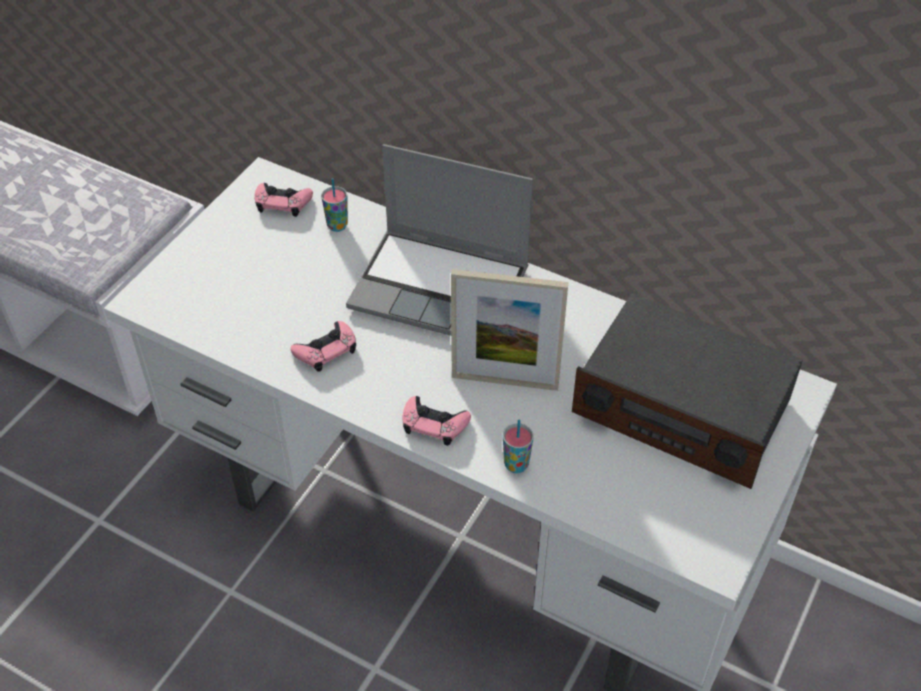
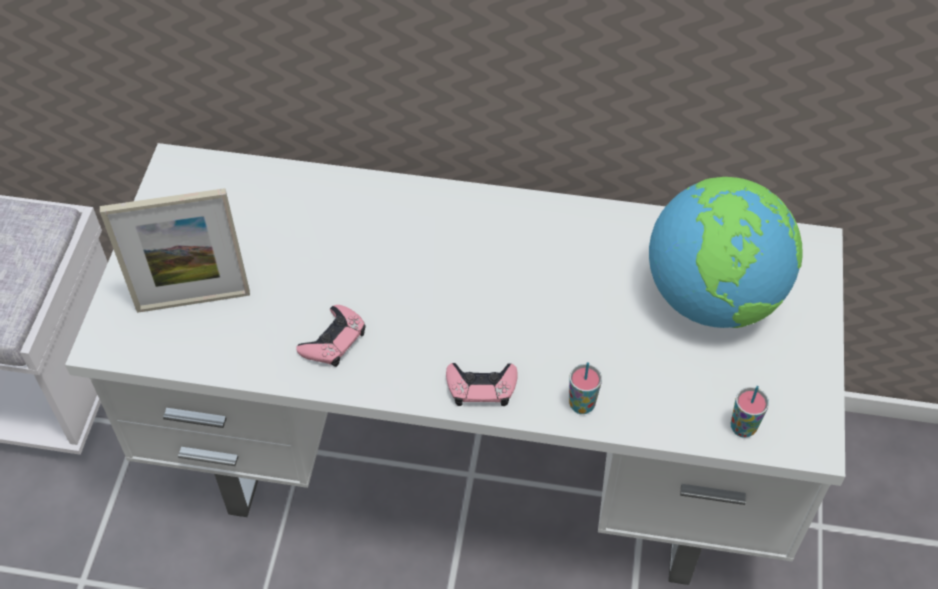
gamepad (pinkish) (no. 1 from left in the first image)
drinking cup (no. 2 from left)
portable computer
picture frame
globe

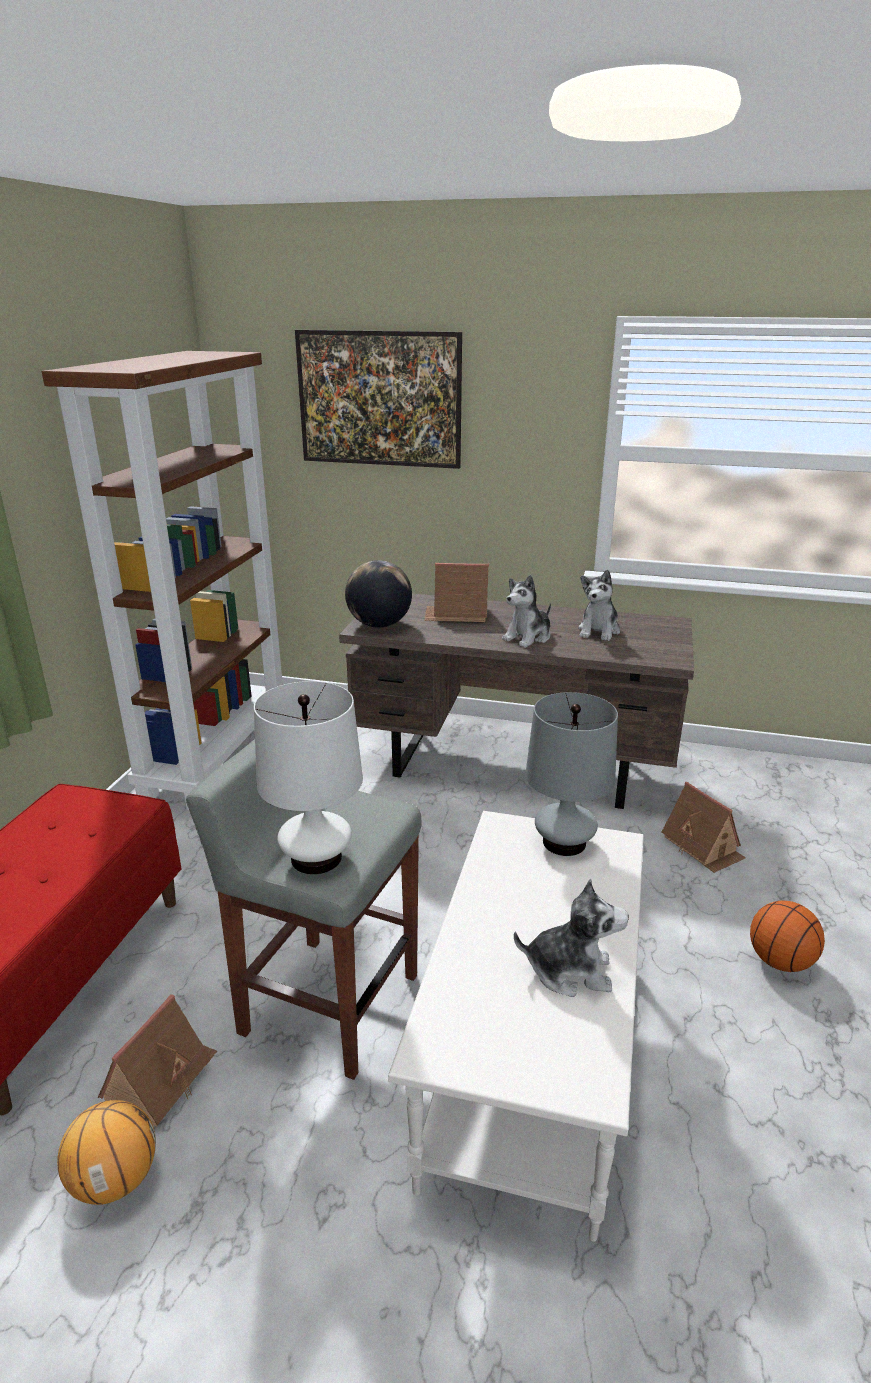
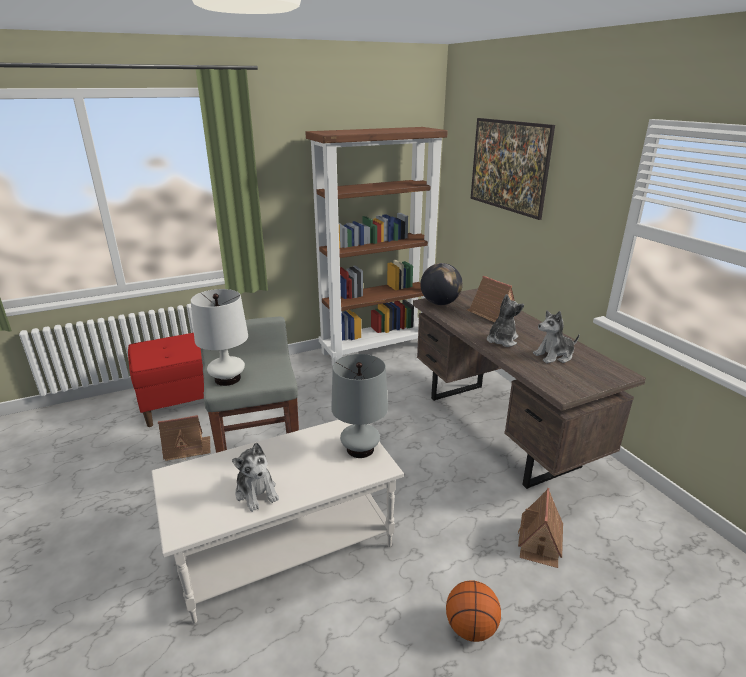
ball for basketball (no. 1 from left in the first image)
cuddly toy (no. 2 from left)

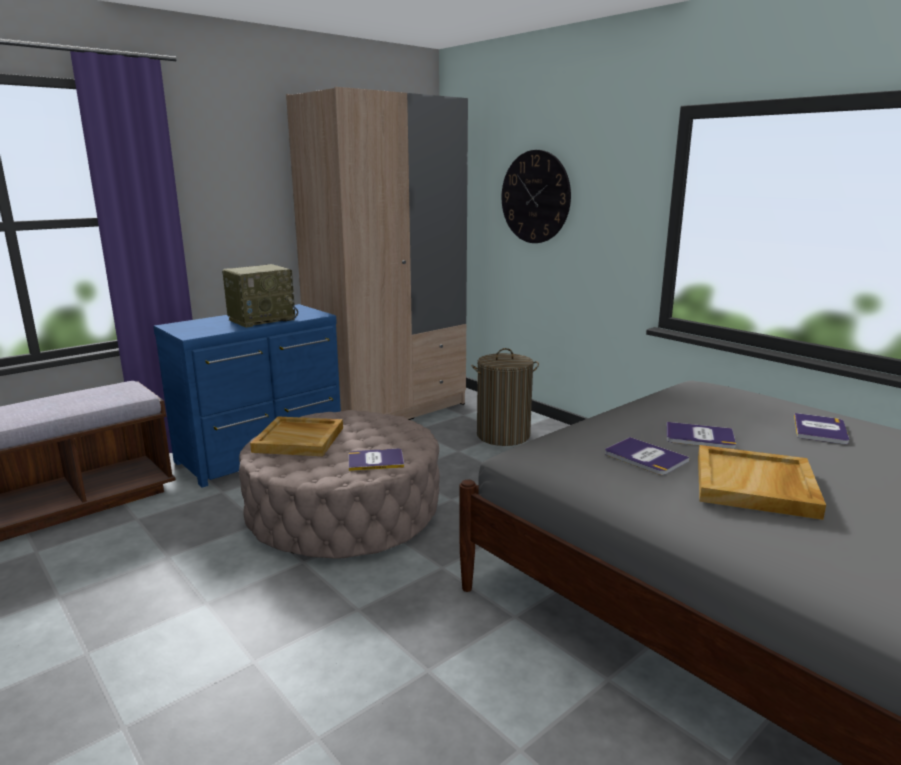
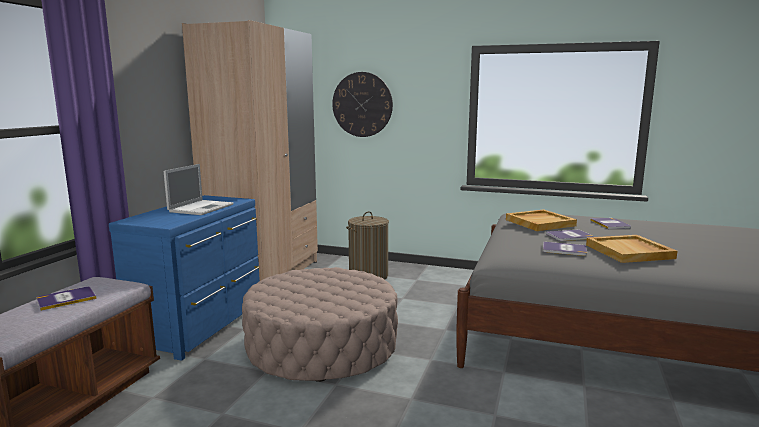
portable computer
serving tray (beige-coloured) (no. 1 from left)
volume (no. 1 from left)

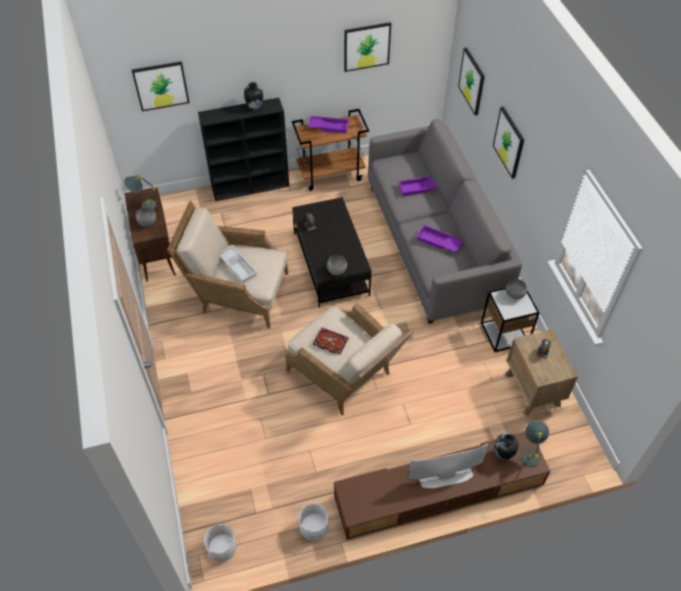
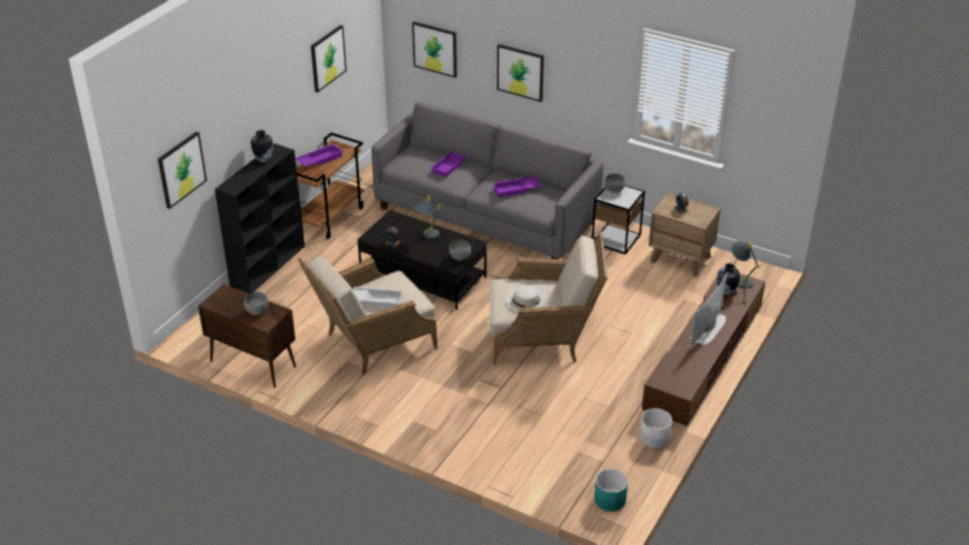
table lamp (gray) (no. 1 from left)
plant pot (turquoise-coloured)
hat (white-coloured)

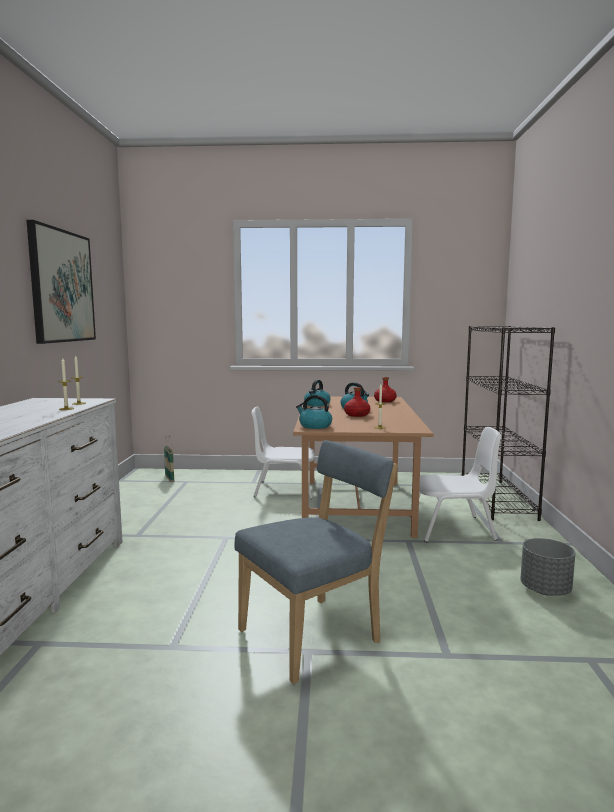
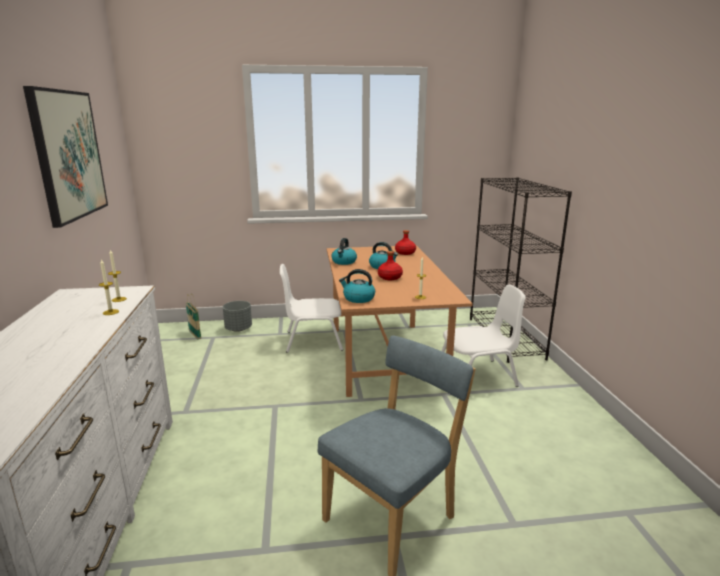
plant pot (gray)

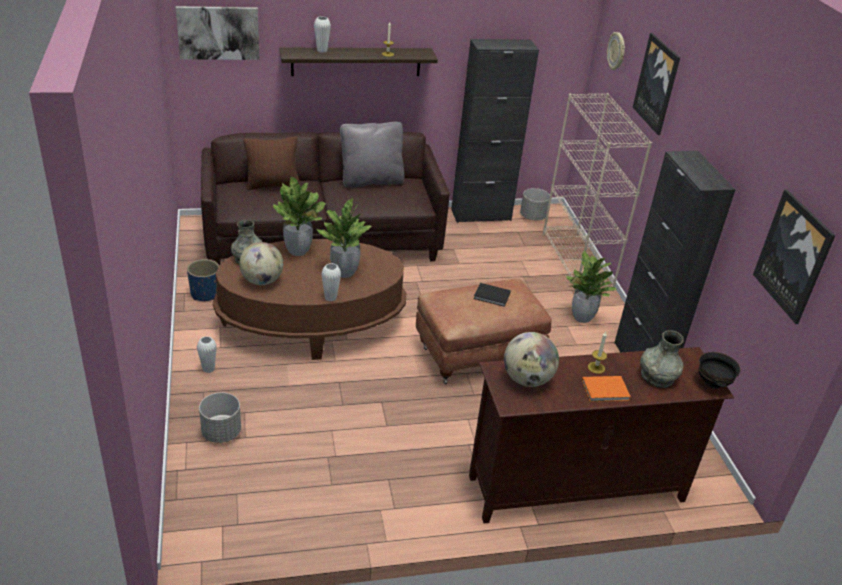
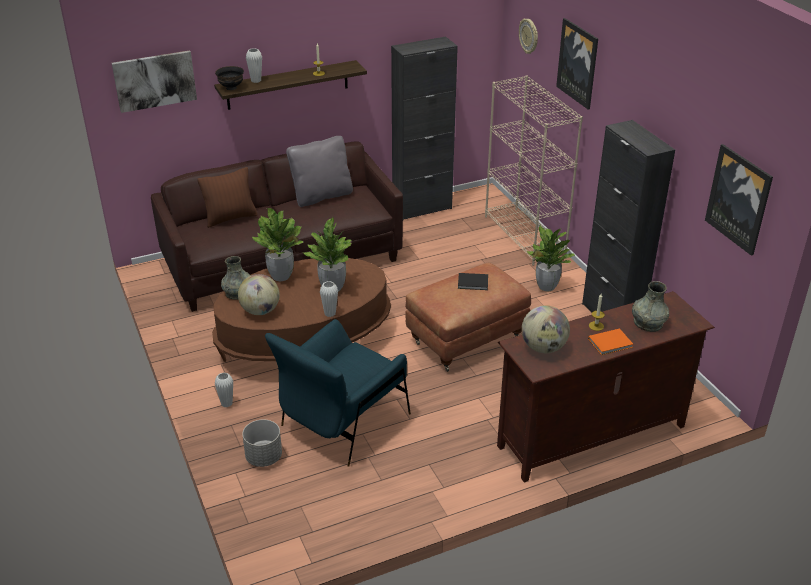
plant pot (blue-coloured)
plant pot (gray) (no. 2 from left in the first image)
bowl (black-coloured)
lounge chair (blue-coloured)

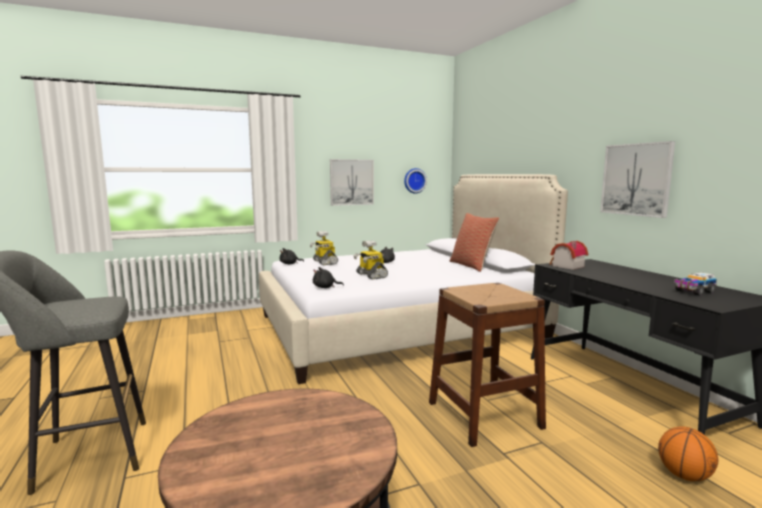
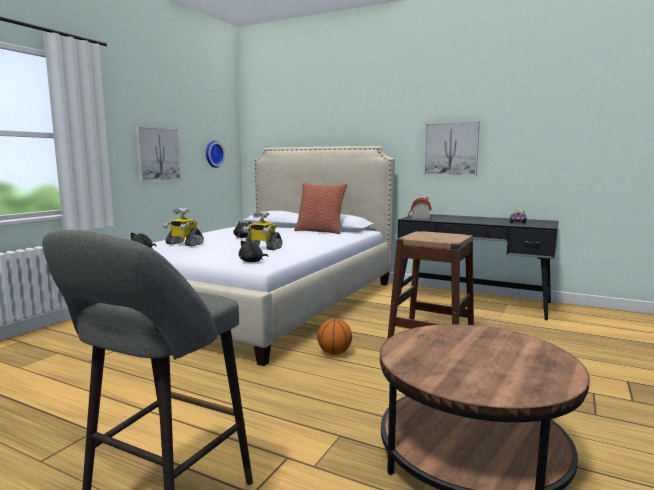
ball for basketball

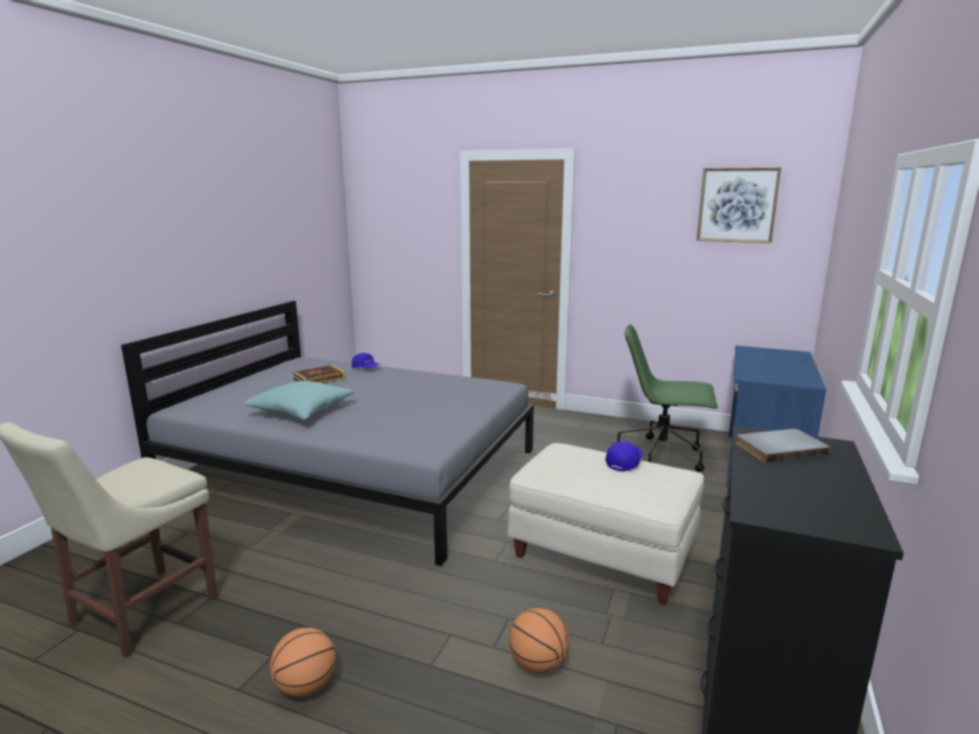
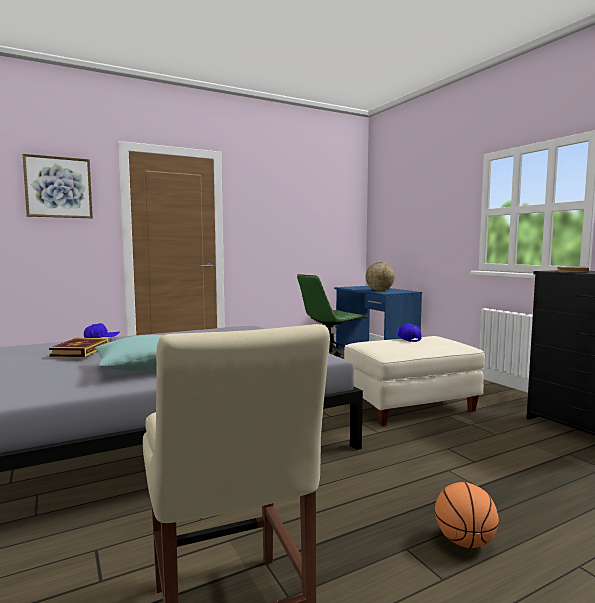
ball for basketball (no. 2 from left in the first image)
picture
globe

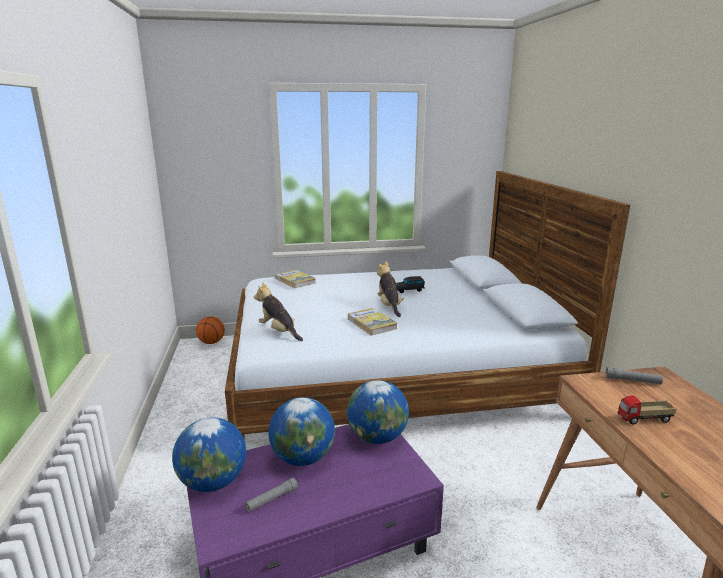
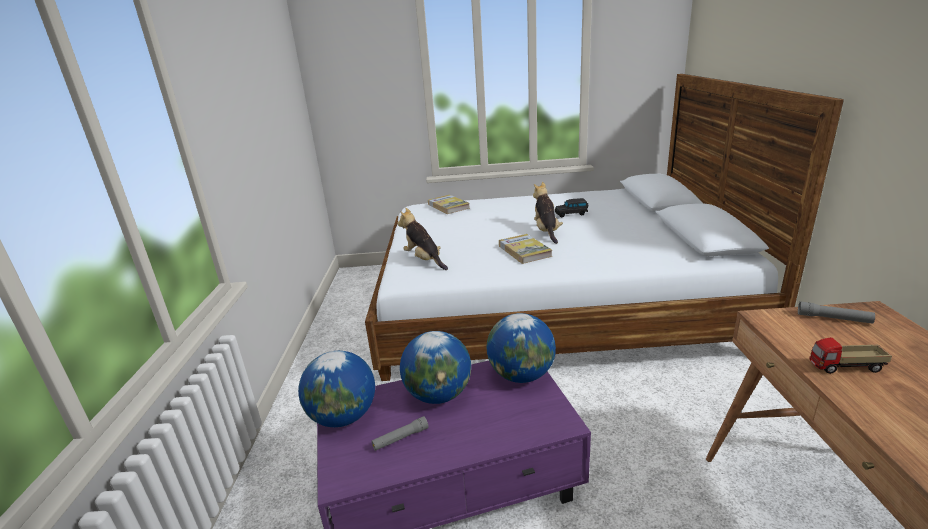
ball for basketball

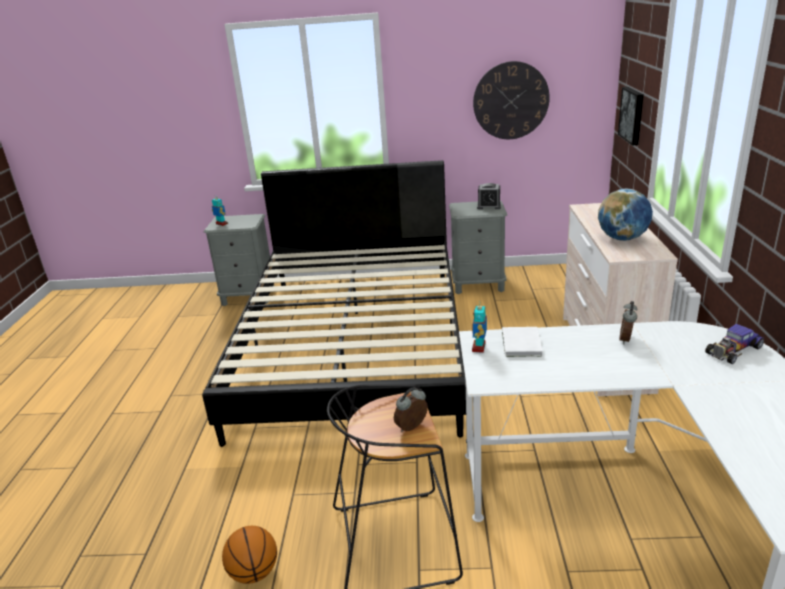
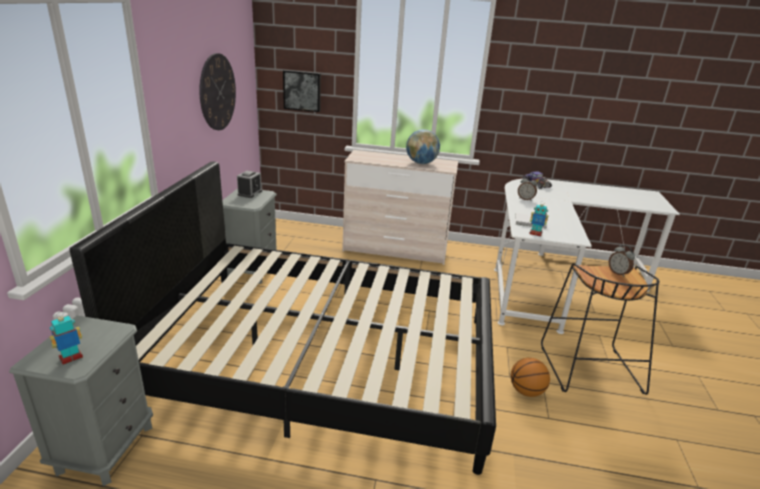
ball for basketball

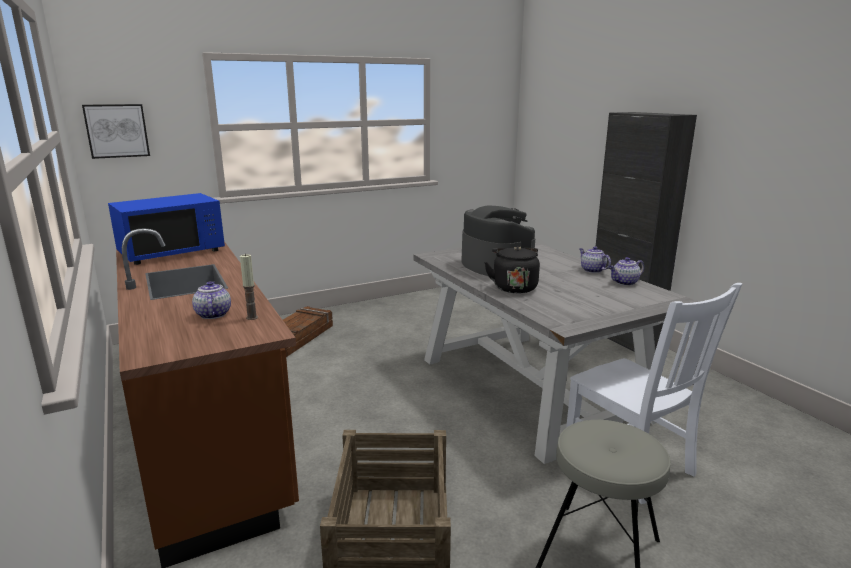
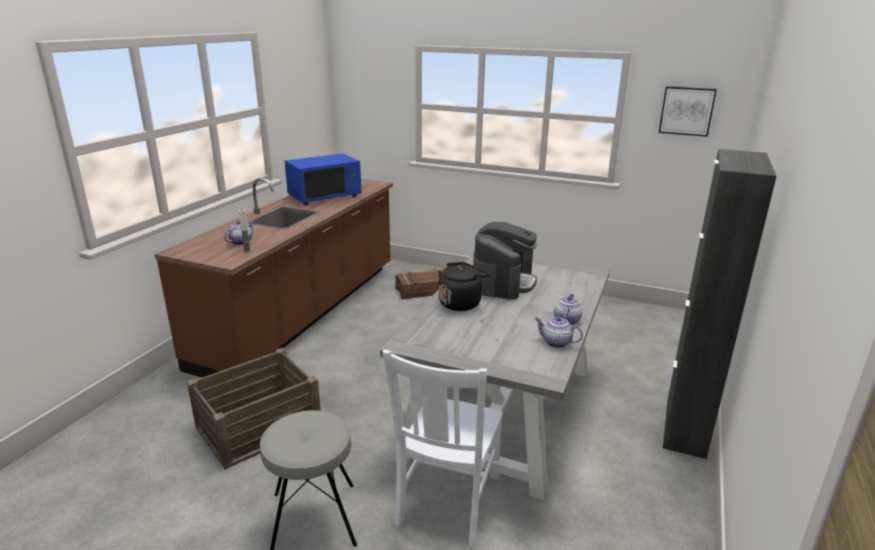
picture
microwave (blue-coloured)

